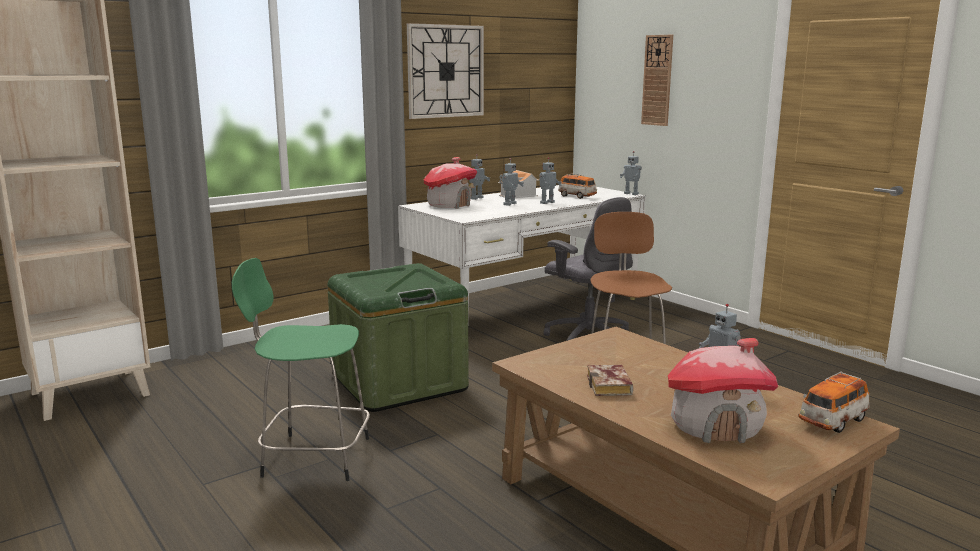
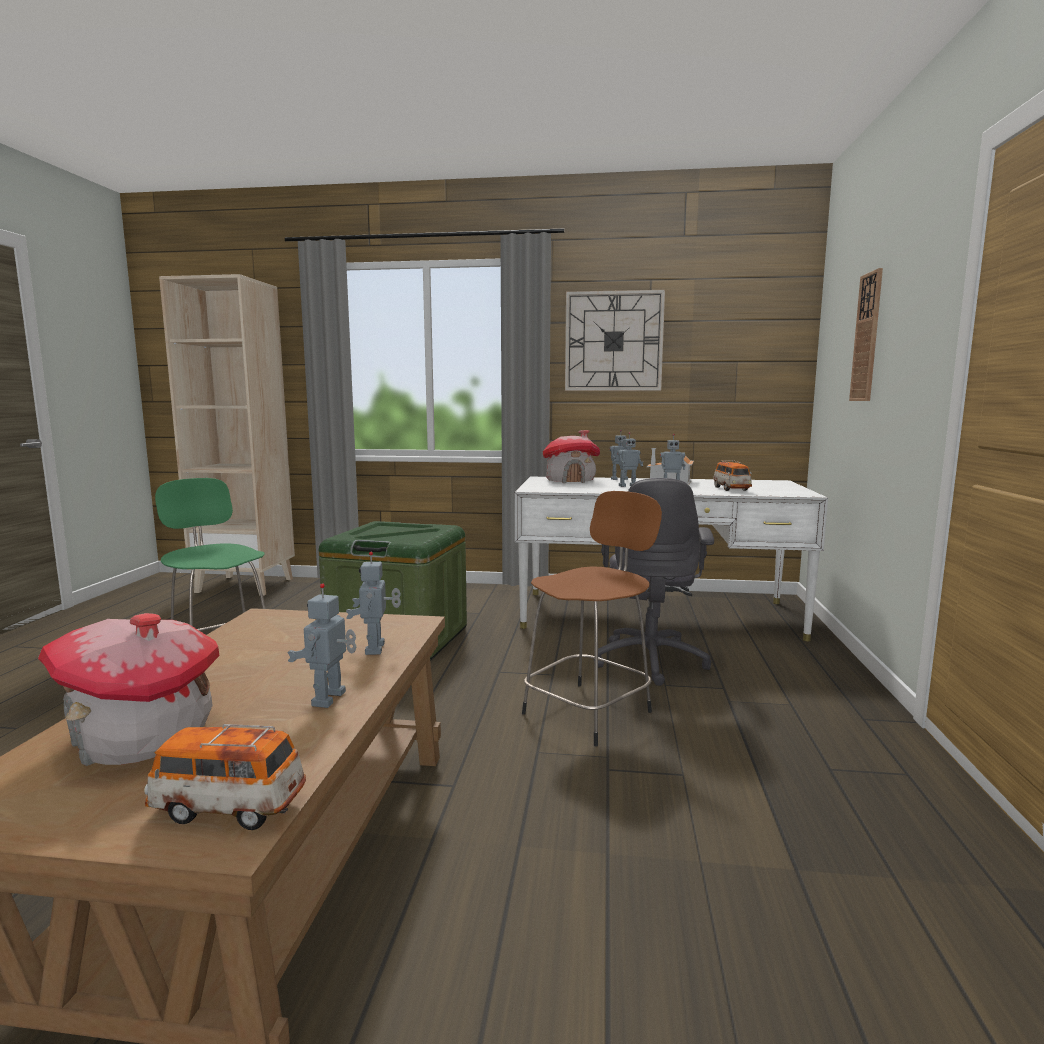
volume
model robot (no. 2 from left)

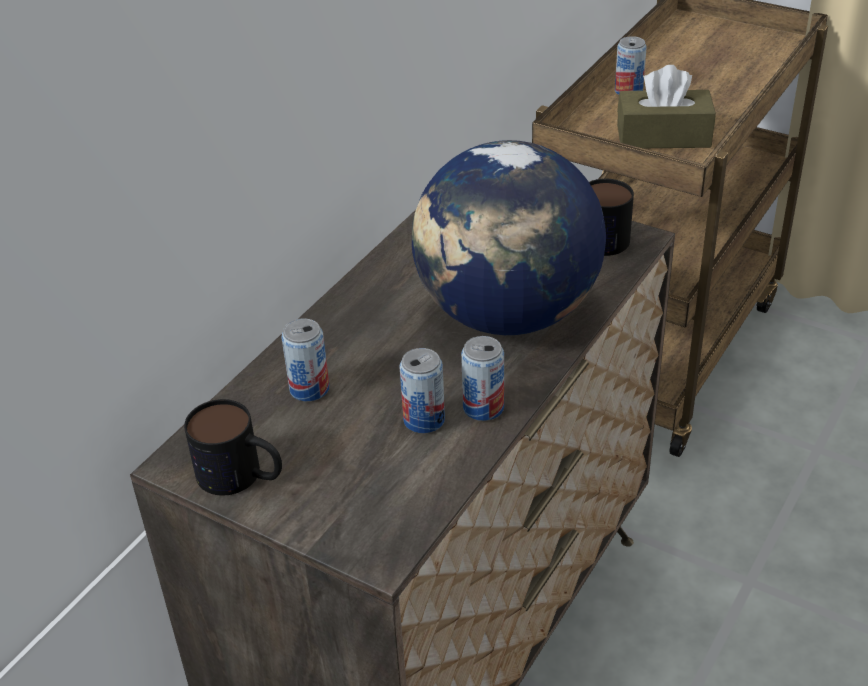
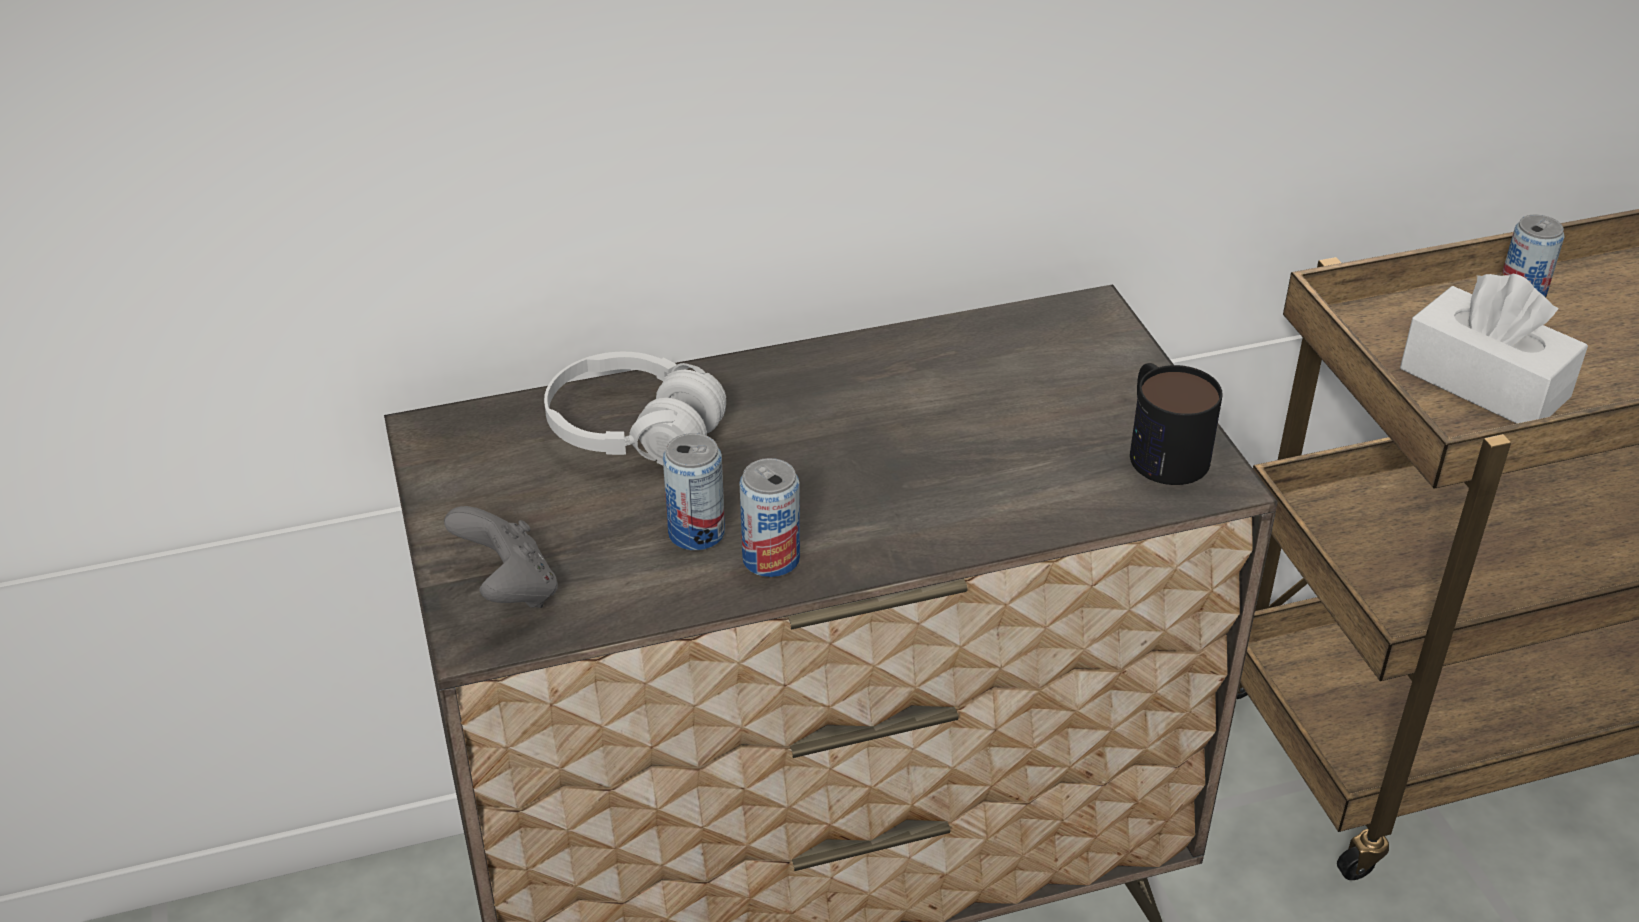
coffee mug (no. 1 from left in the first image)
headset (white-coloured)
globe
tissue holder (white-coloured)
gamepad (gray)

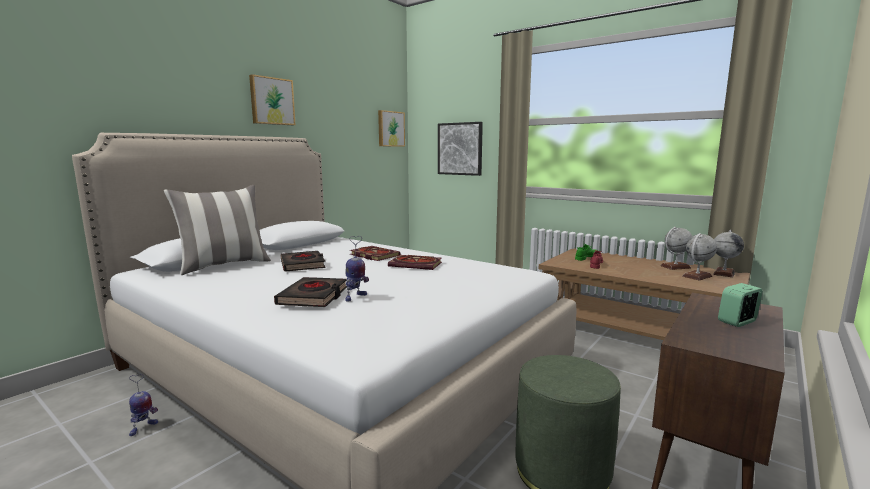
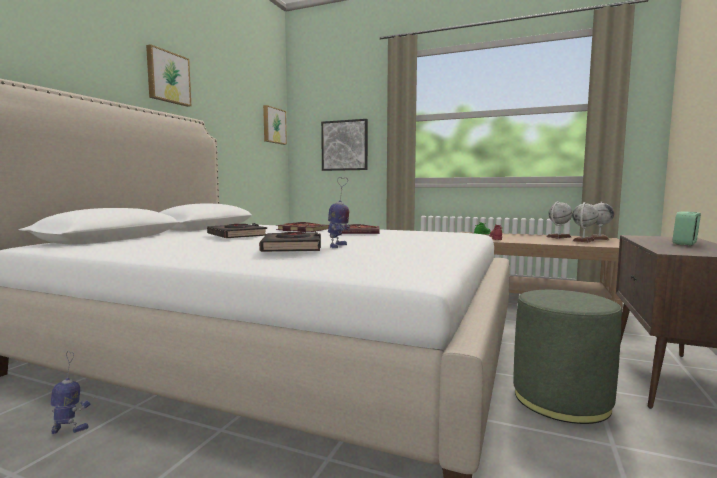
model robot (no. 1 from left)
throw pillow

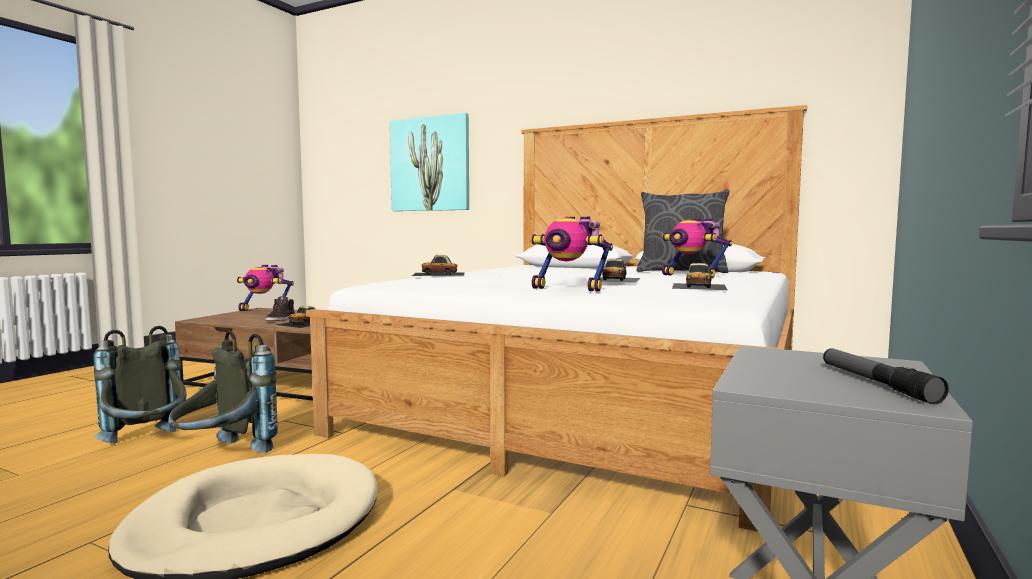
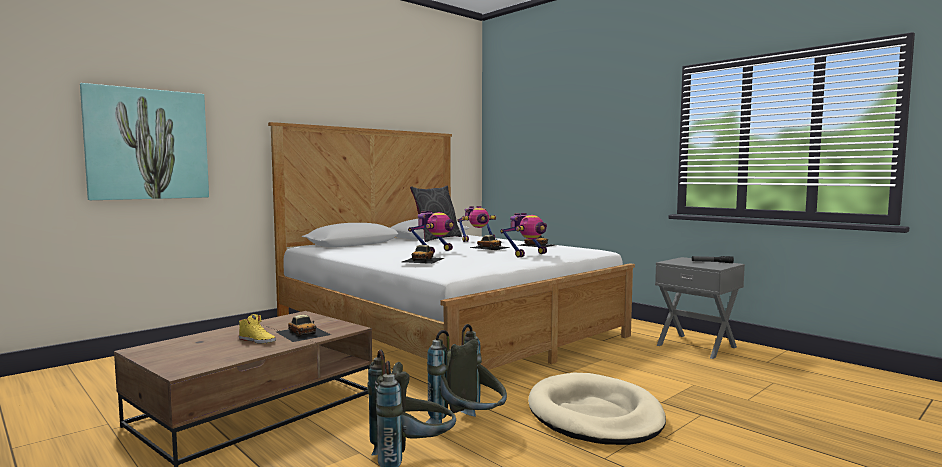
model robot (no. 1 from left)
low shoe (yellow-coloured)

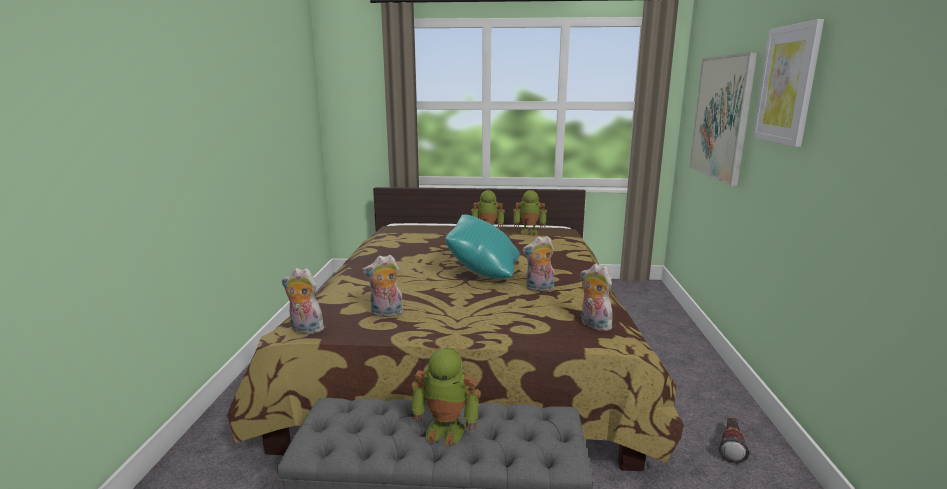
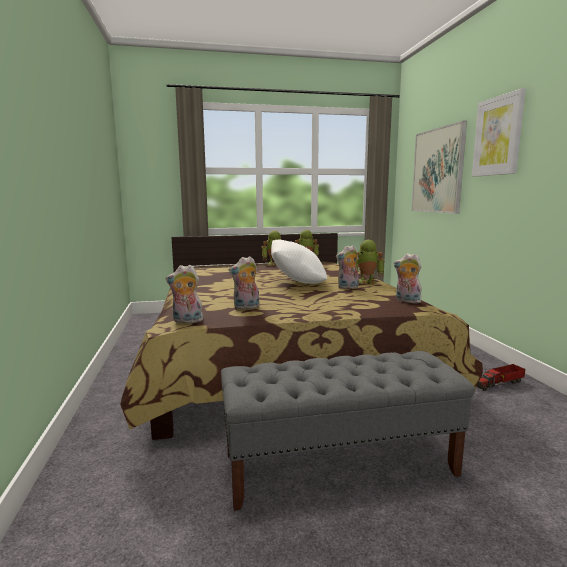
model robot (no. 3 from left)
throw pillow (white-coloured)
toy lorry

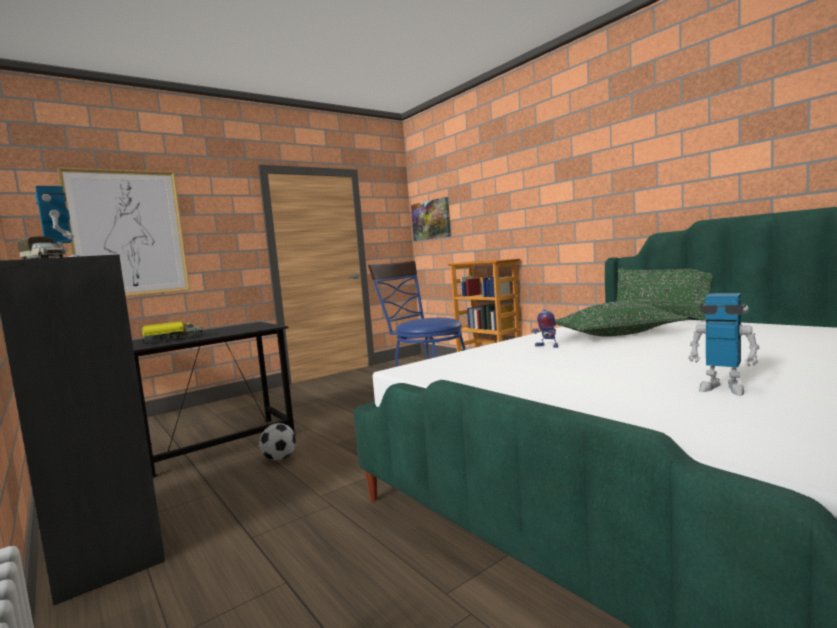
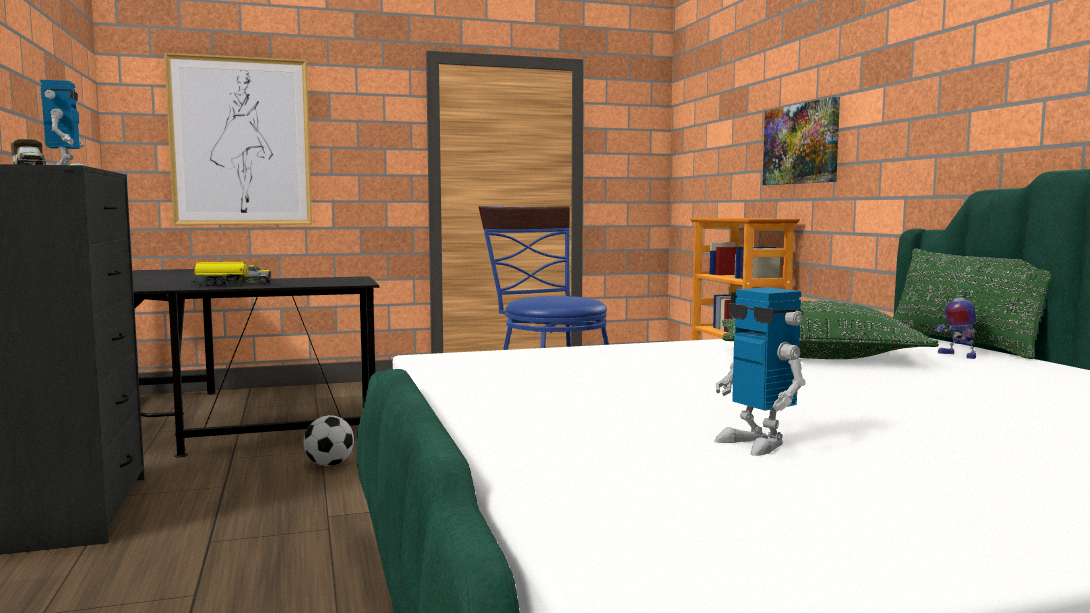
picture (no. 2 from left)
model robot (no. 3 from left)

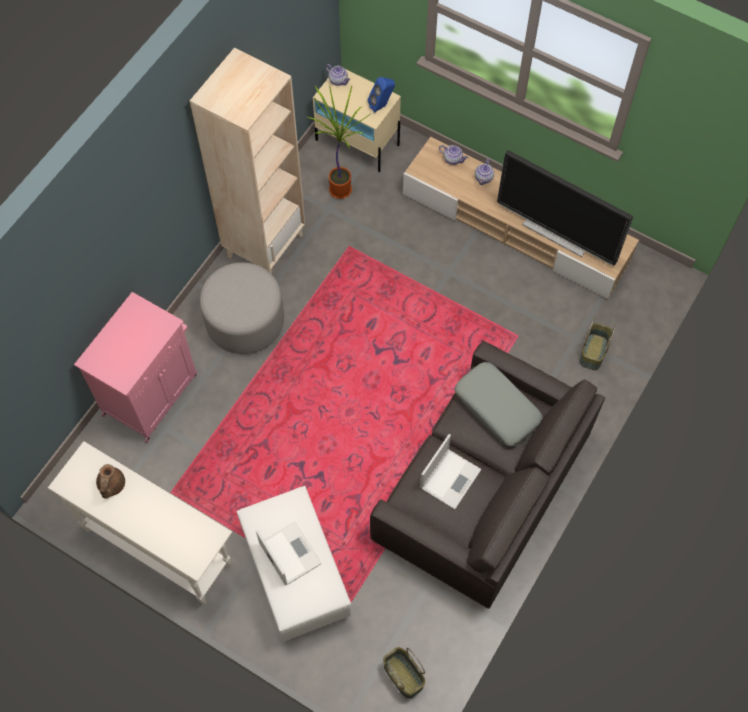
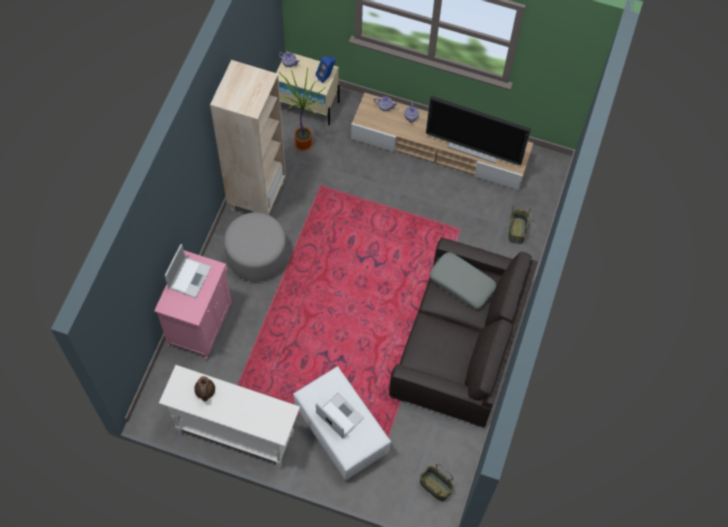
portable computer (no. 1 from left)

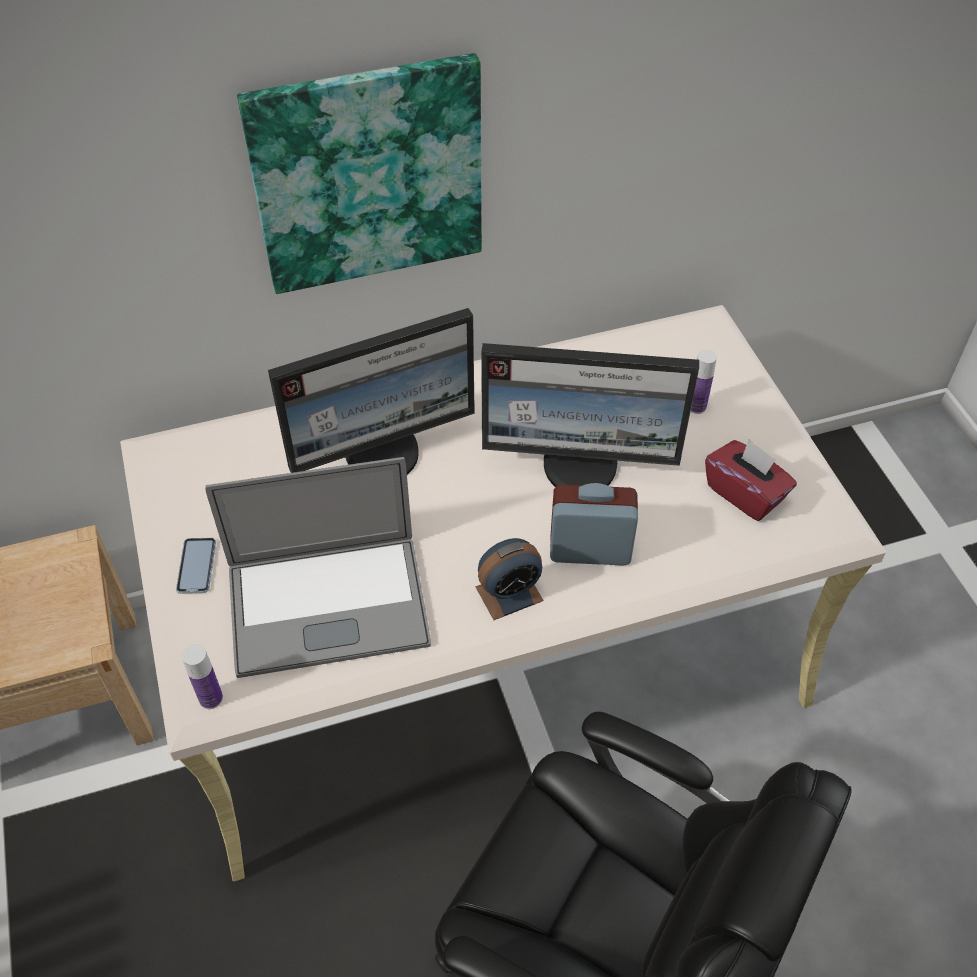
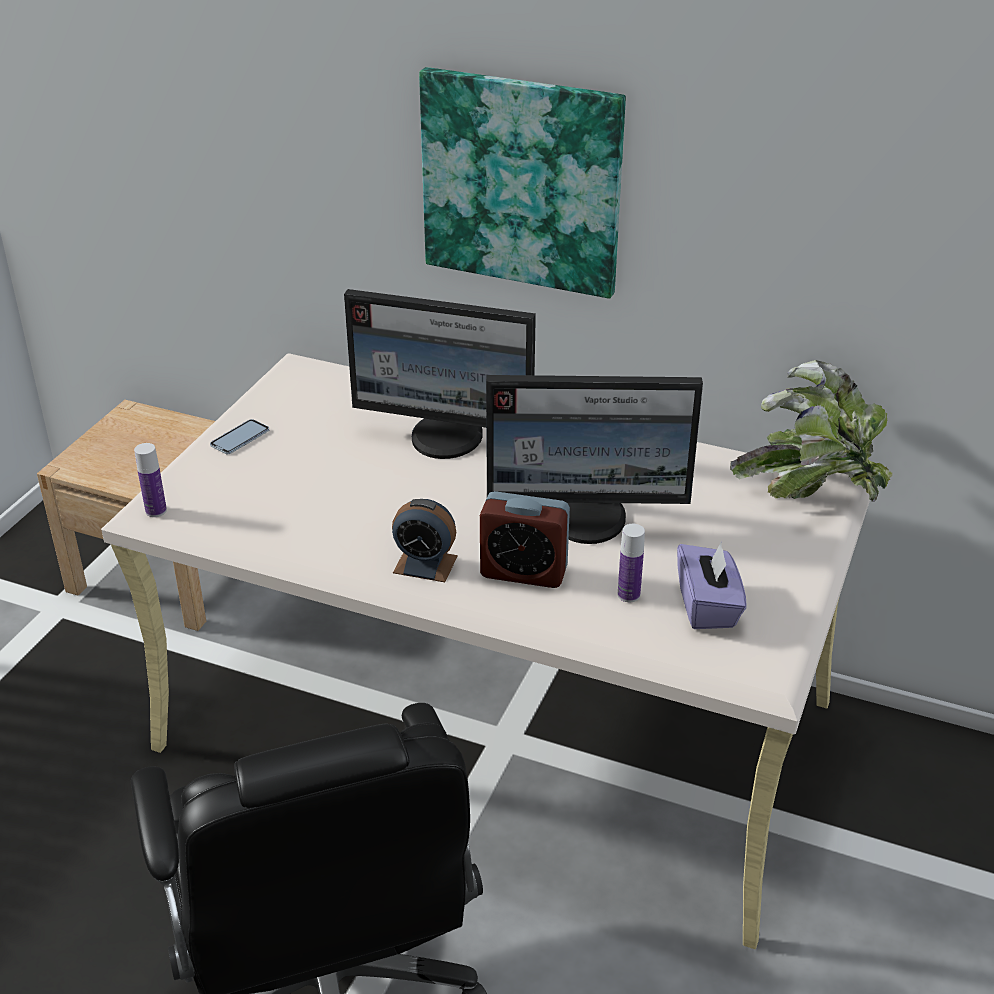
portable computer
monitor (no. 2 from left)
bedside clock (no. 2 from left)
bottle (no. 2 from left)
tissue holder (purple)
houseplant

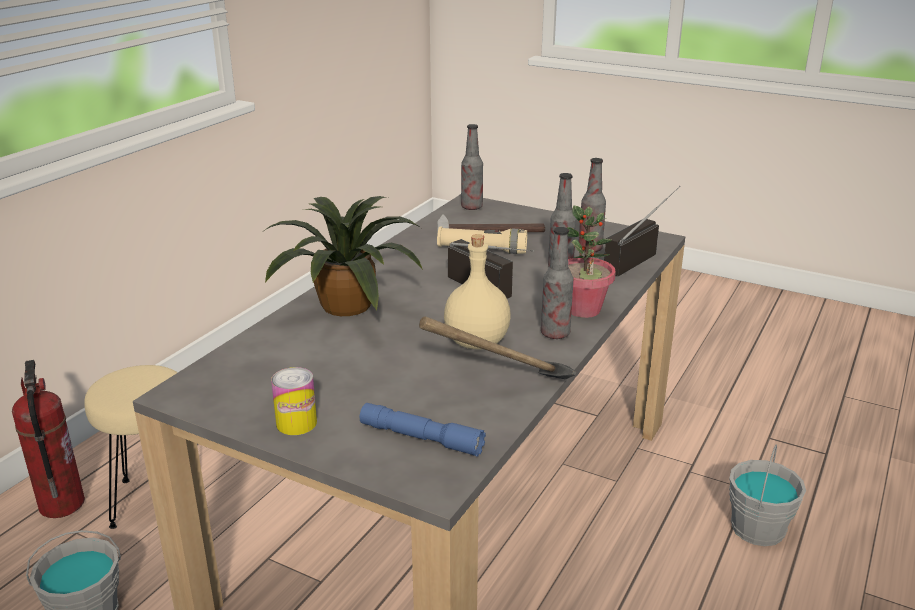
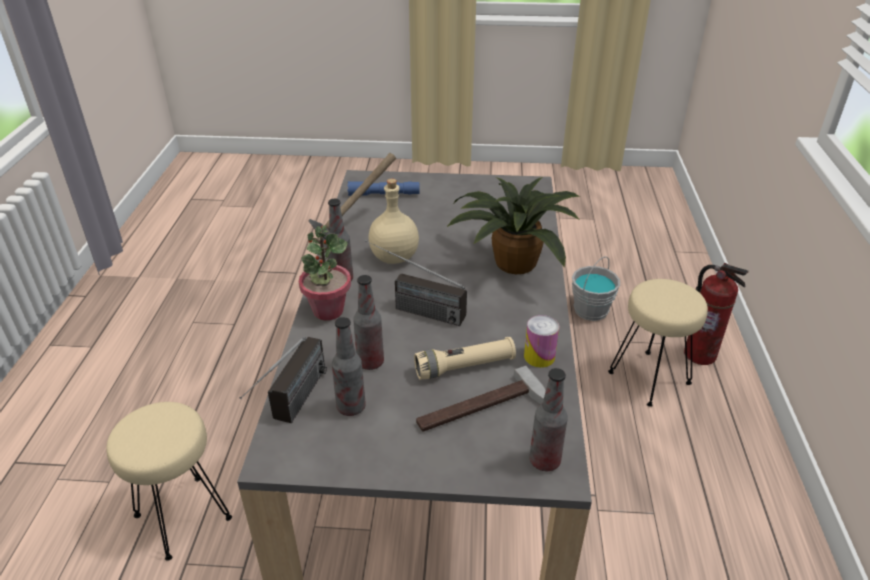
can
sitting stool (beige-coloured) (no. 1 from left)

